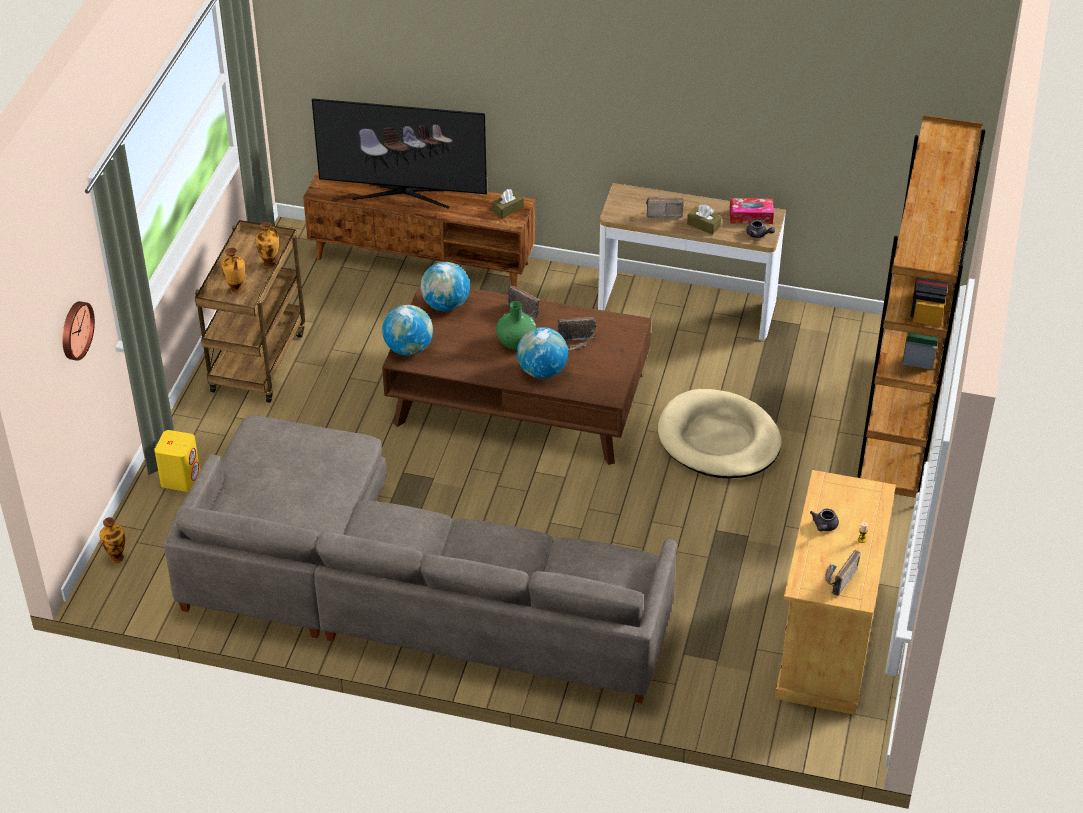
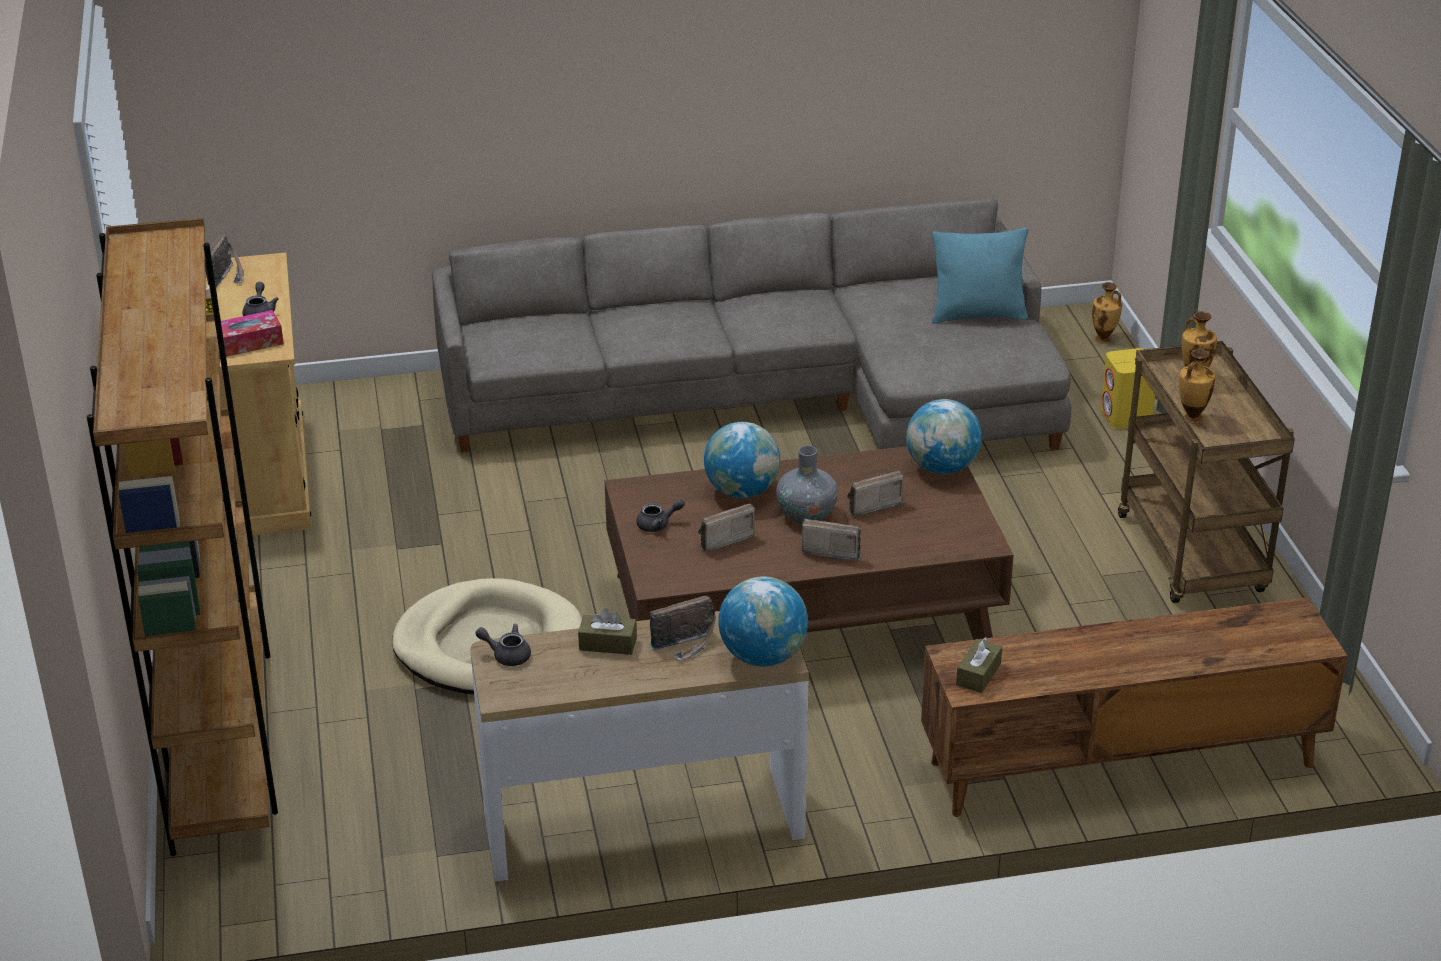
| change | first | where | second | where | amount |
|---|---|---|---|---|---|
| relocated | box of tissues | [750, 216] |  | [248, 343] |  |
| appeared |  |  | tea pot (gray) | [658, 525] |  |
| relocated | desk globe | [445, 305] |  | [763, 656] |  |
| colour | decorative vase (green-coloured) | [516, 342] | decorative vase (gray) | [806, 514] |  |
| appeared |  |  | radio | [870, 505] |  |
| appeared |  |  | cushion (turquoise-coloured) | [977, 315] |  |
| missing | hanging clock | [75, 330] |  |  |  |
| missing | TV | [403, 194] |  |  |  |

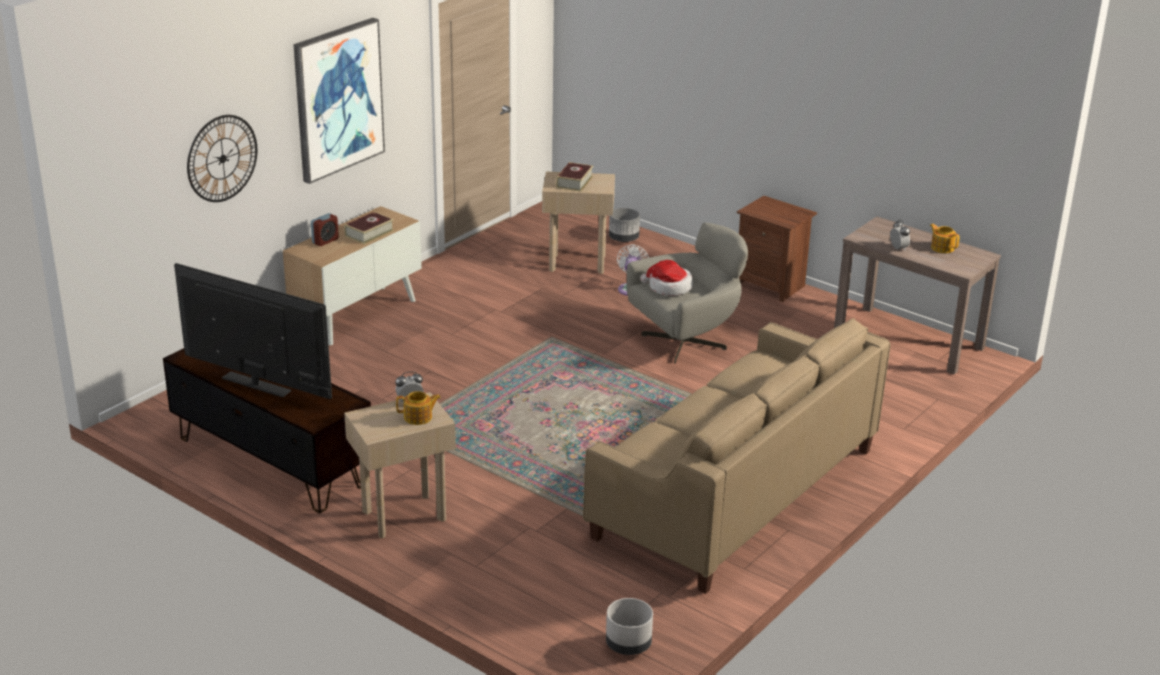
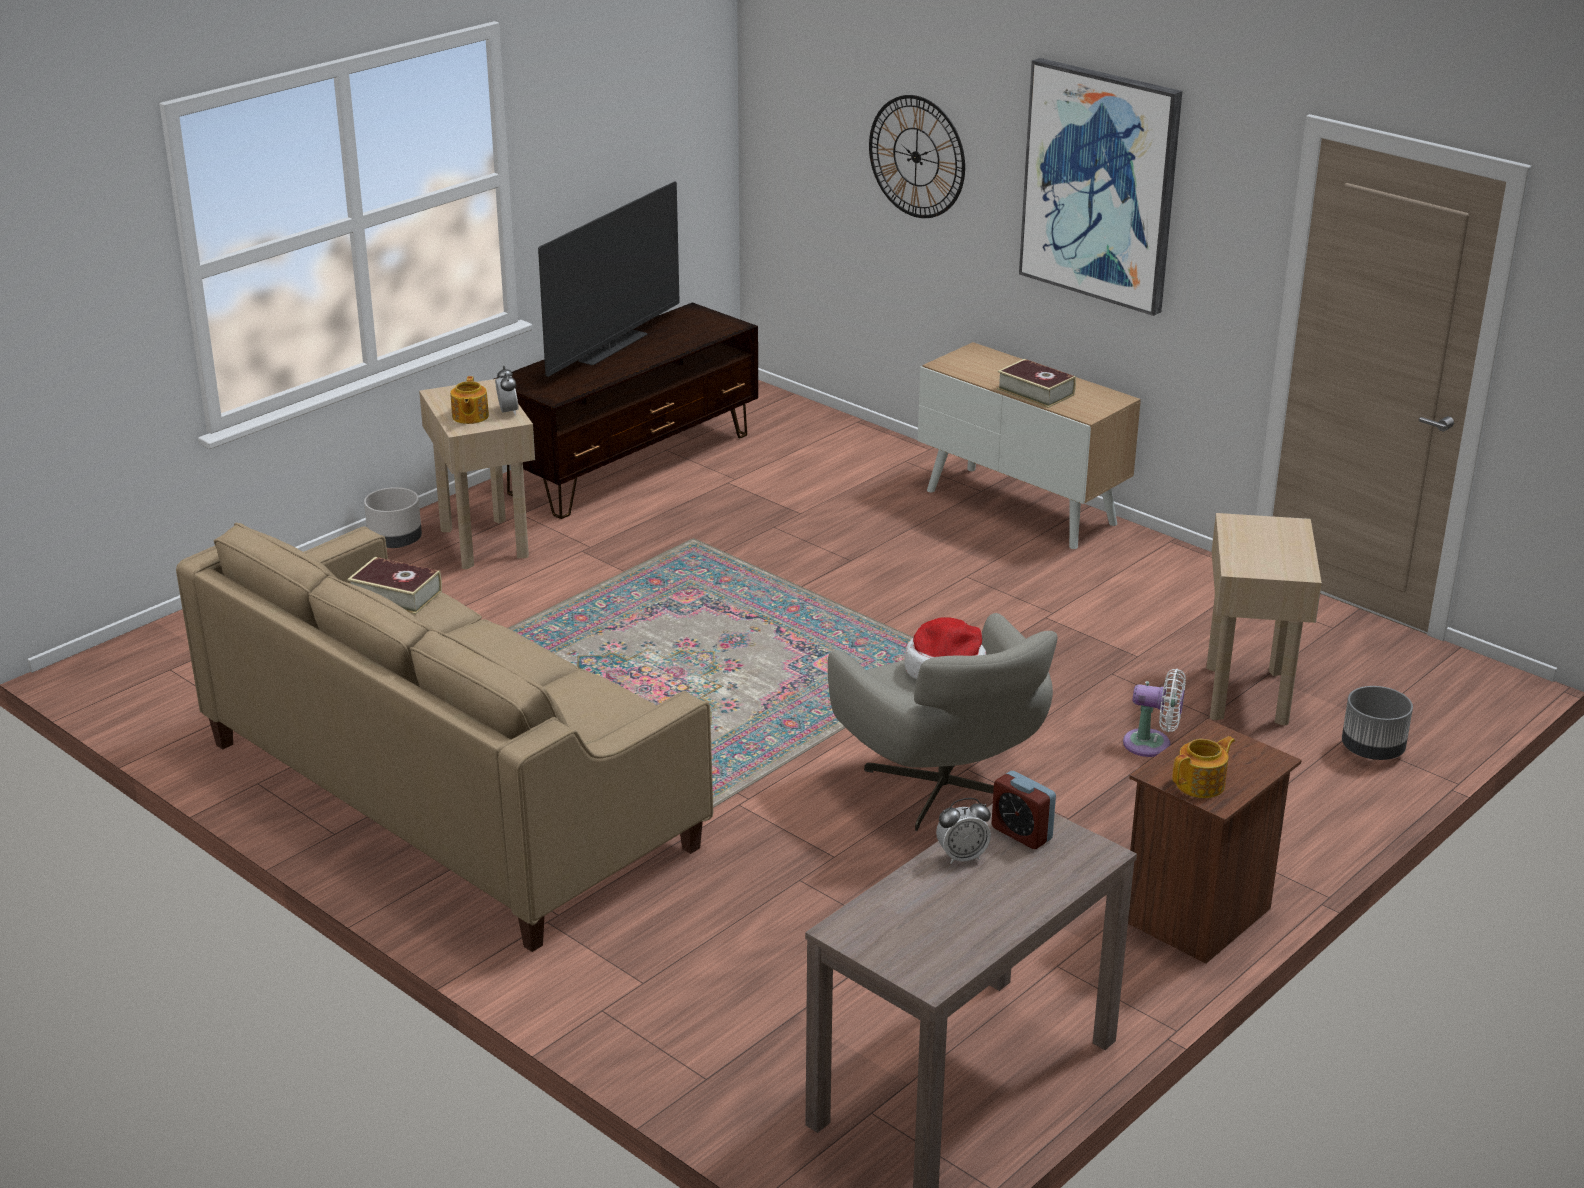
| change | first | where | second | where | amount |
|---|---|---|---|---|---|
| relocated | bound book | [574, 182] |  | [396, 595] |  |
| relocated | flower pot (gray) | [628, 645] |  | [395, 542] |  |
| relocated | bedside clock | [325, 241] |  | [1021, 833] |  |
| relocated | tea pot | [942, 248] |  | [1201, 784] |  |

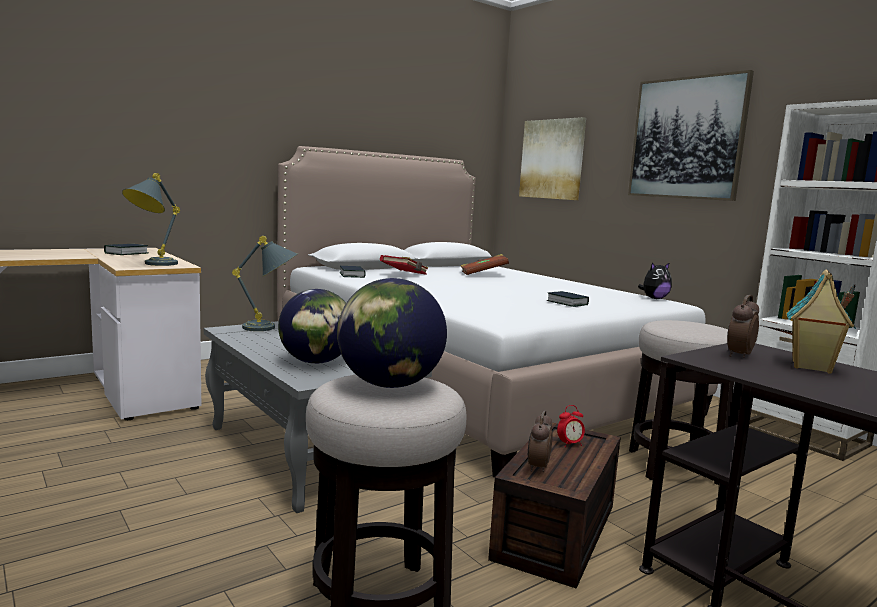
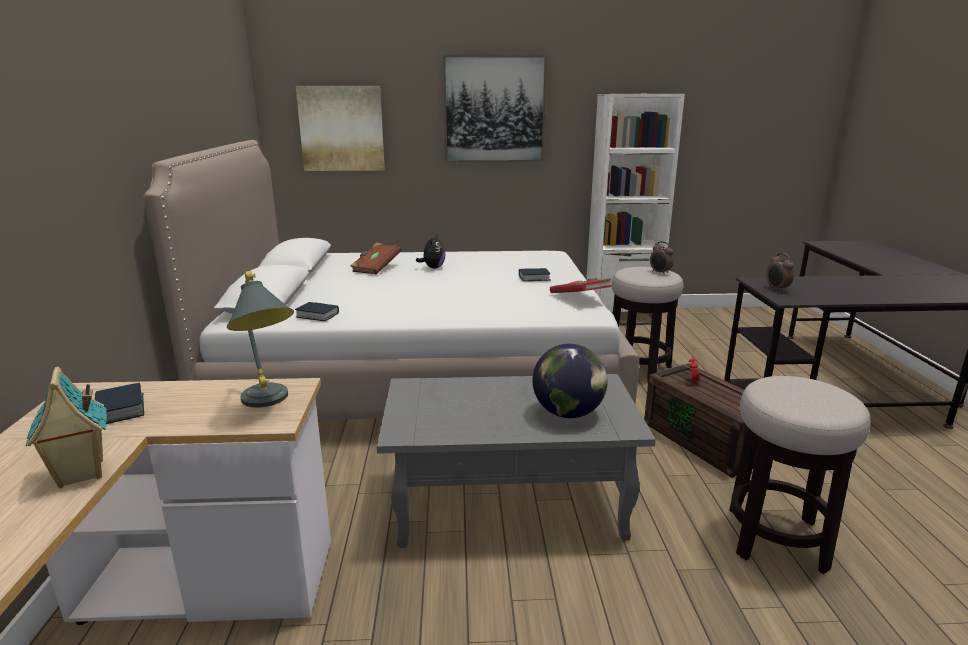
| change | first | where | second | where | amount |
|---|---|---|---|---|---|
| relocated | toy house | [811, 367] |  | [80, 475] |  |
| relocated | plush toy | [654, 298] |  | [433, 267] |  |
| relocated | bound book (red-coloured) | [404, 275] |  | [580, 297] |  |
| relocated | bedside clock | [537, 467] |  | [660, 273] |  |
| missing | tabletop lamp (gray) | [271, 328] |  |  |  |
| missing | desk globe | [389, 385] |  |  |  |

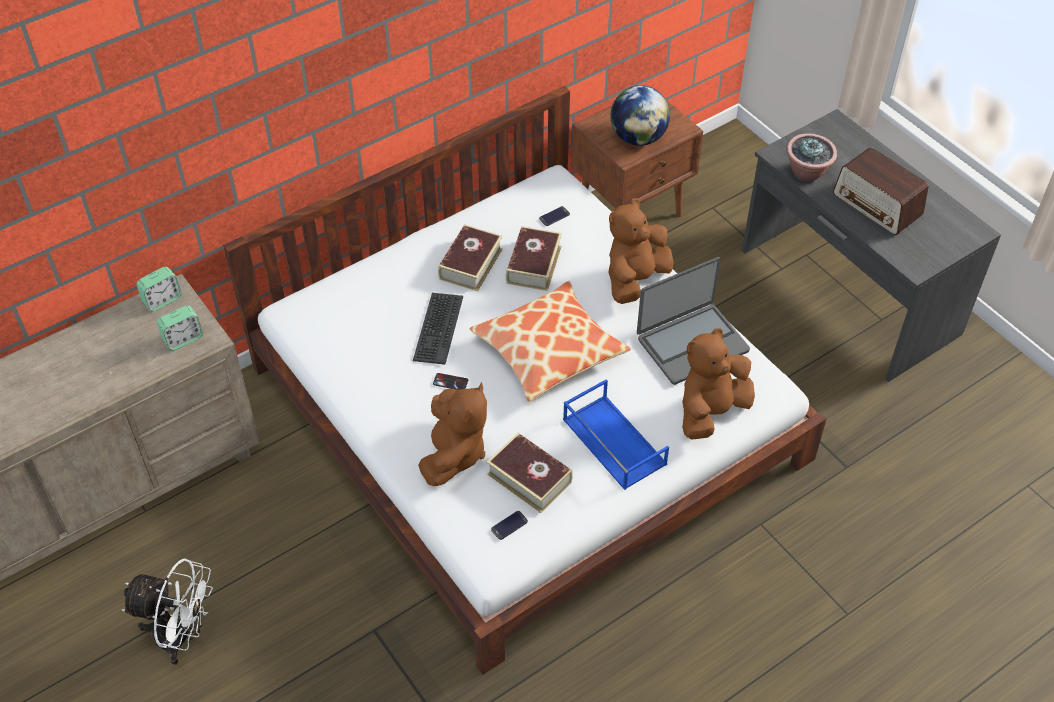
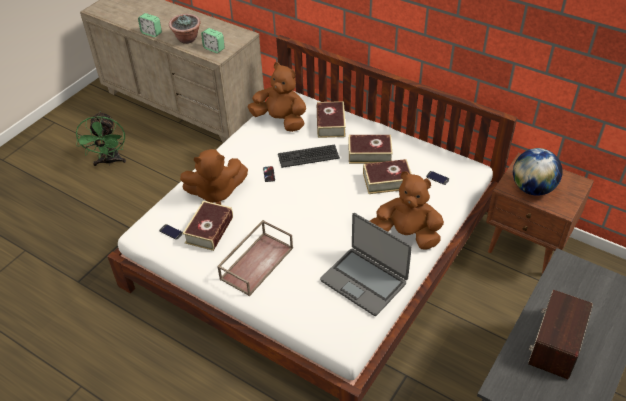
| change | first | where | second | where | amount |
|---|---|---|---|---|---|
| colour | cooling fan (whitish) | [181, 637] | cooling fan (green-coloured) | [110, 161] |  |
| relocated | bedside clock | [162, 300] |  | [151, 33] |  |
| relocated | houseplant | [807, 173] |  | [187, 39] |  |
| colour | serving tray (blue-coloured) | [612, 441] | serving tray (brown-coloured) | [256, 262] |  |
| relocated | plush toy (brown-coloured) | [711, 411] |  | [280, 120] |  |
| appeared |  |  | bound book | [330, 124] |  |
| missing | cushion | [549, 350] |  |  |  |

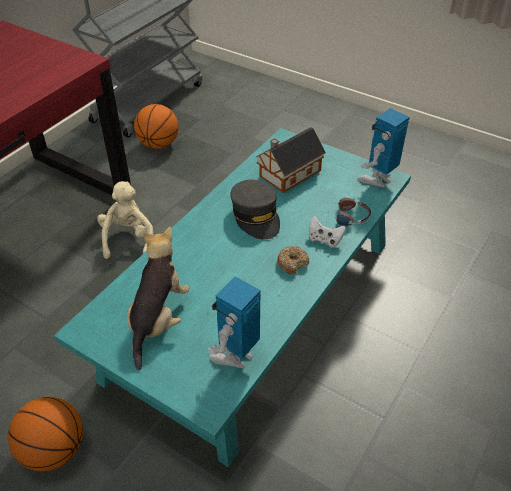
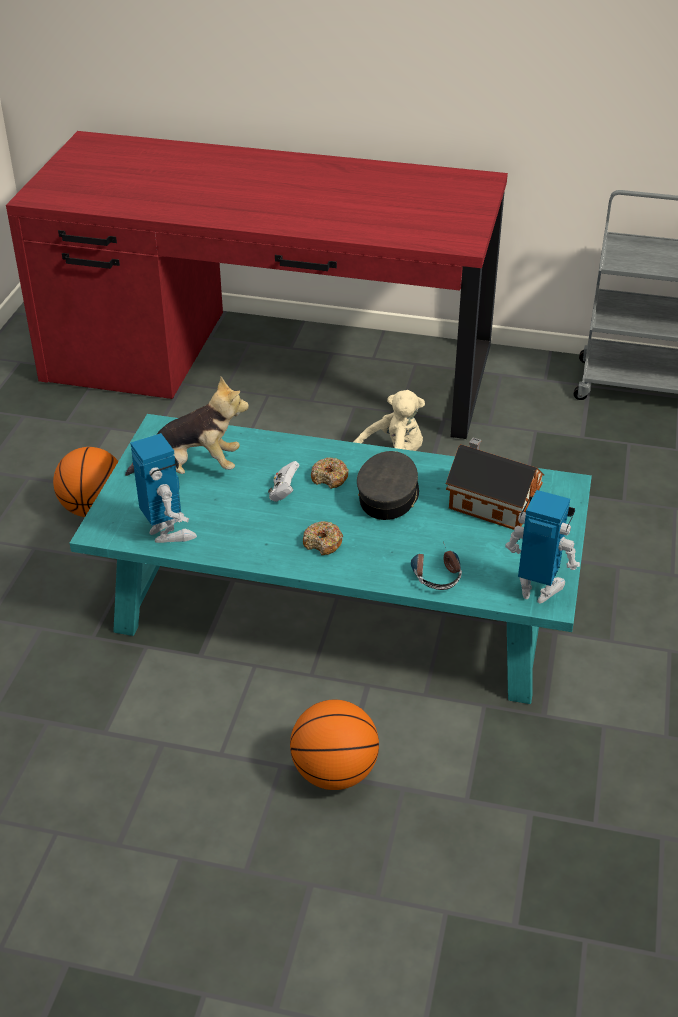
| change | first | where | second | where | amount |
|---|---|---|---|---|---|
| spun | model robot | [235, 355] |  | [168, 532] | 45 degrees clockwise |
| relocated | gamepad (whitish) | [324, 240] |  | [283, 492] |  |
| relocated | basketball | [158, 144] |  | [334, 772] |  |
| appeared |  |  | donut | [329, 478] |  |
| spun | baseball cap (gray) | [256, 216] |  | [388, 496] | 150 degrees clockwise |

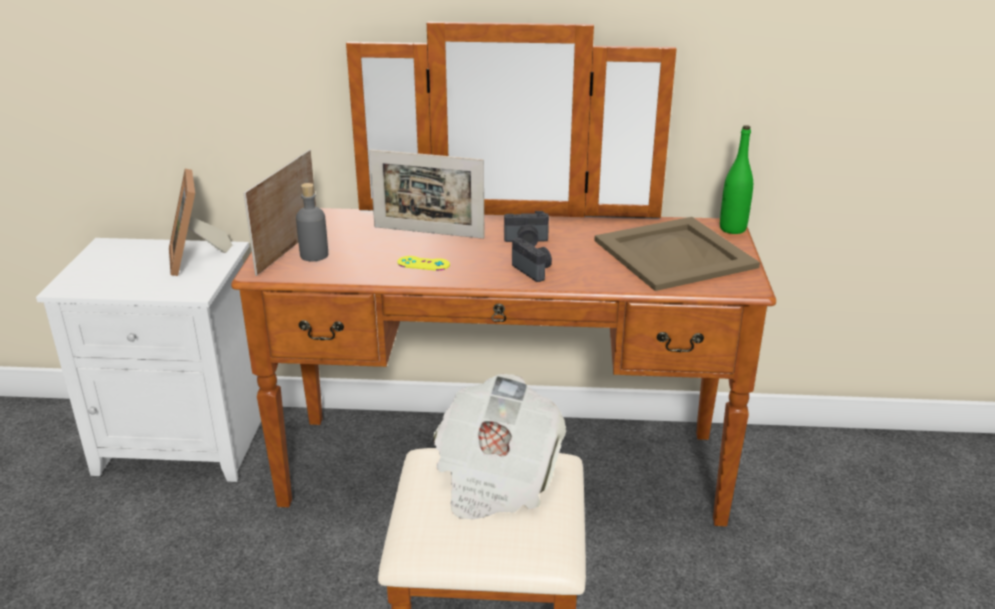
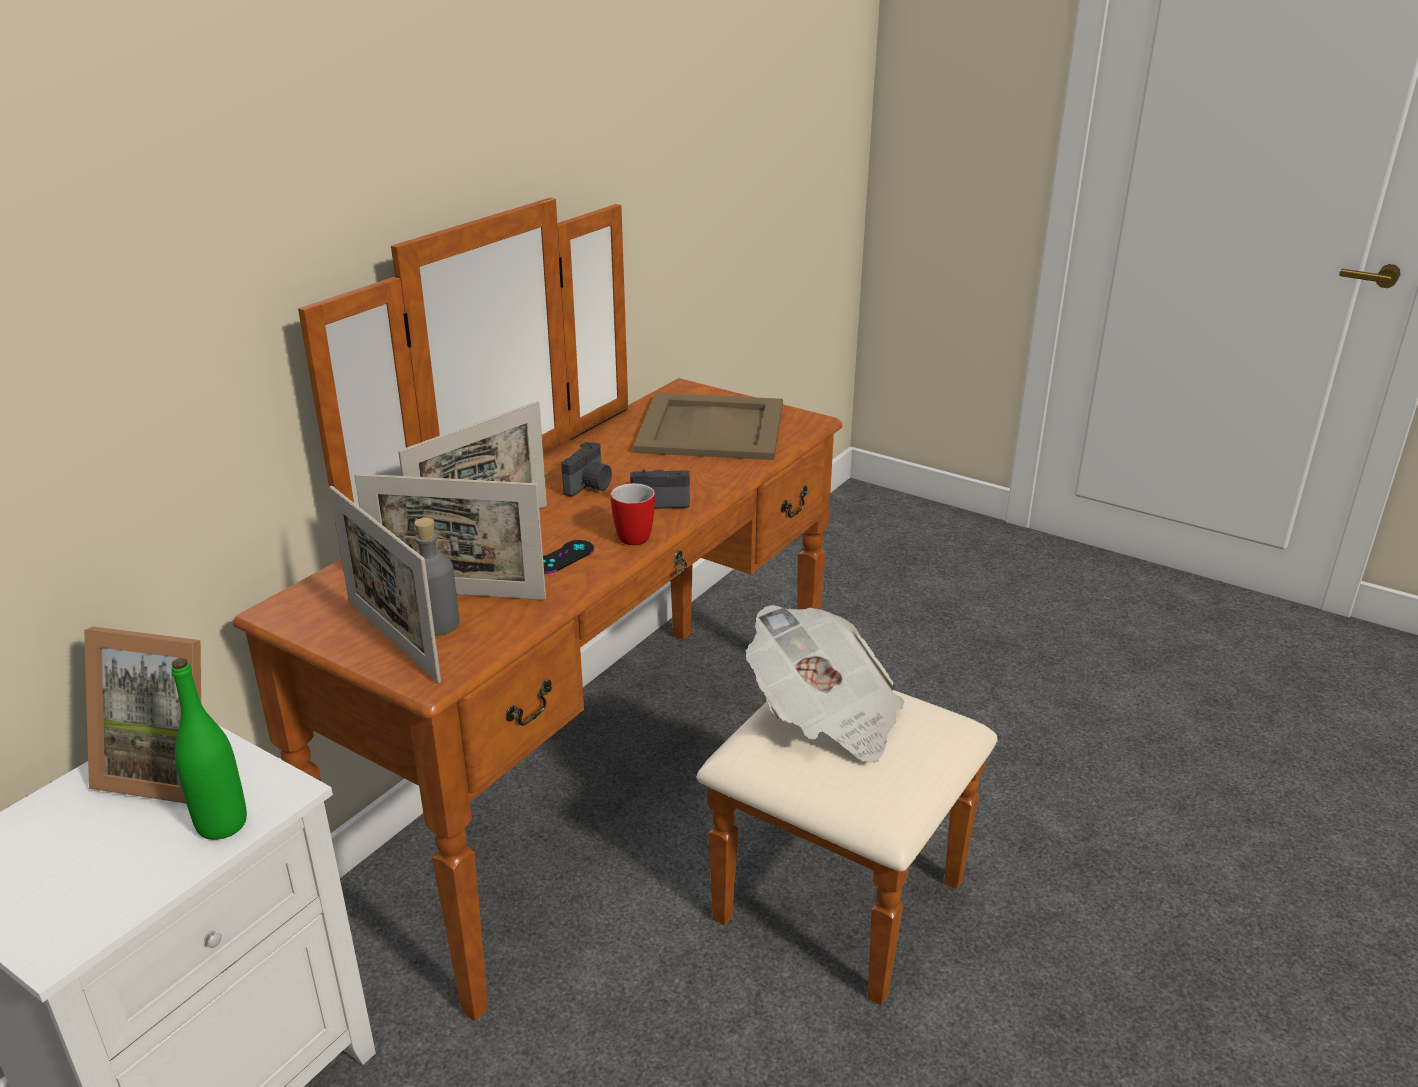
| change | first | where | second | where | amount |
|---|---|---|---|---|---|
| relocated | beverage bottle (green-coloured) | [732, 229] |  | [222, 824] |  |
| appeared |  |  | standing frame | [458, 593] |  |
| colour | gamepad (yellow-coloured) | [423, 264] | gamepad (blackish) | [562, 557] |  |
| appeared |  |  | mug | [632, 534] |  |

